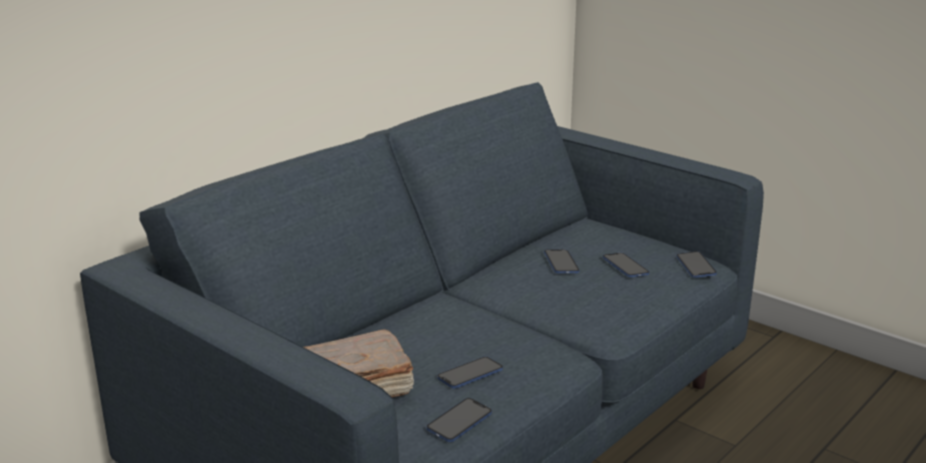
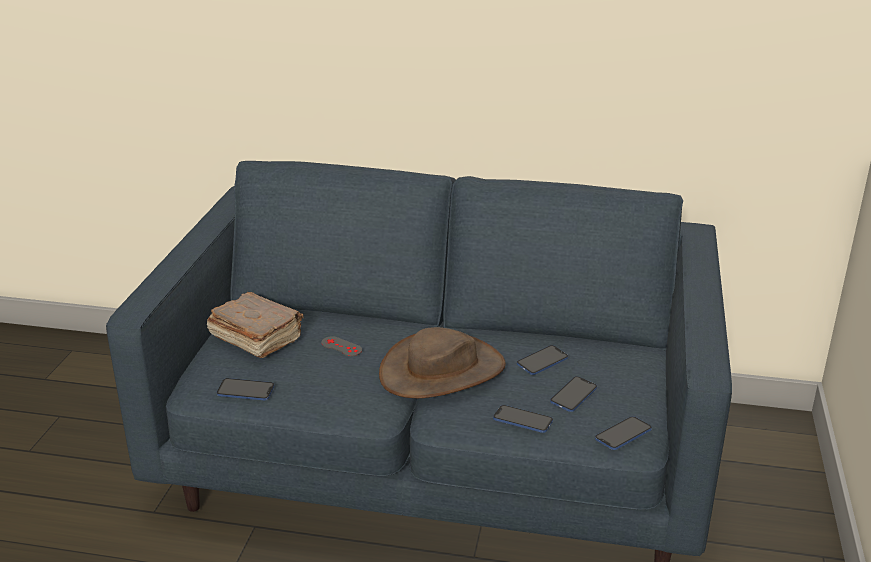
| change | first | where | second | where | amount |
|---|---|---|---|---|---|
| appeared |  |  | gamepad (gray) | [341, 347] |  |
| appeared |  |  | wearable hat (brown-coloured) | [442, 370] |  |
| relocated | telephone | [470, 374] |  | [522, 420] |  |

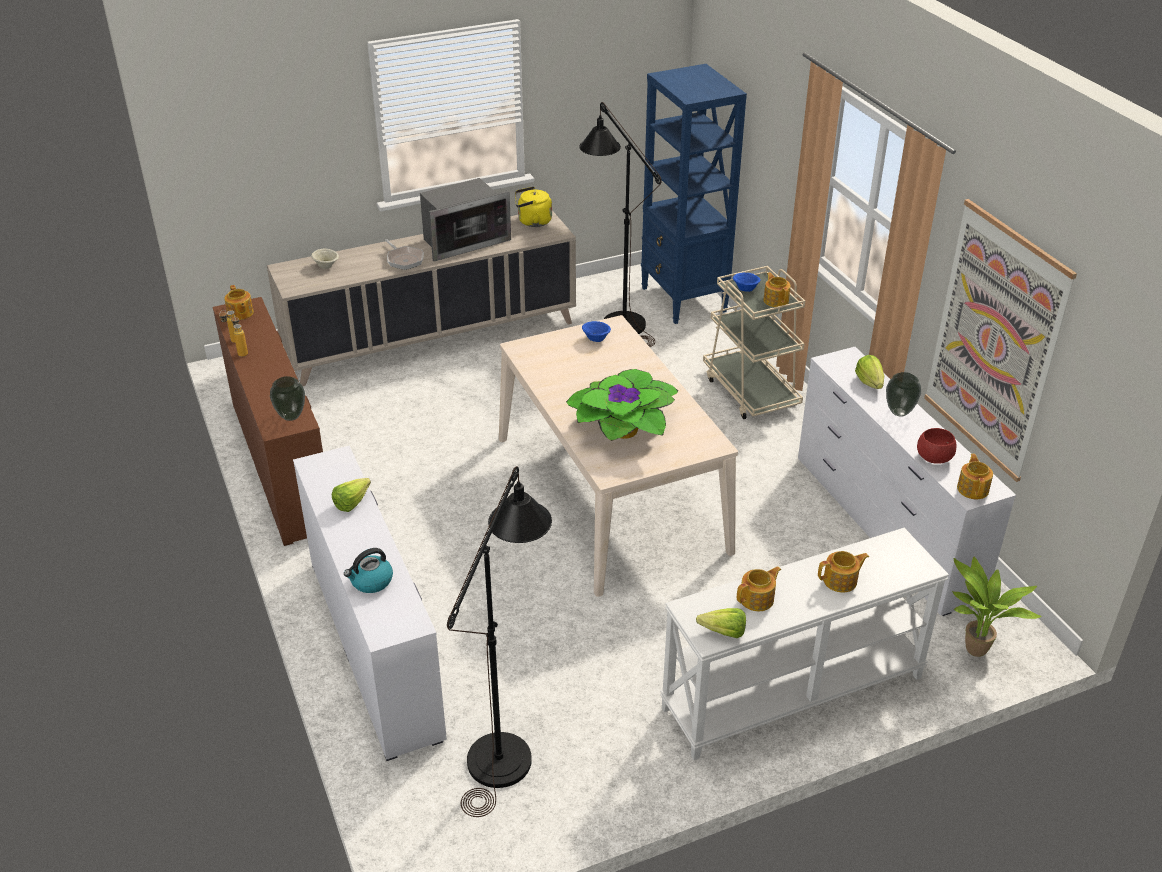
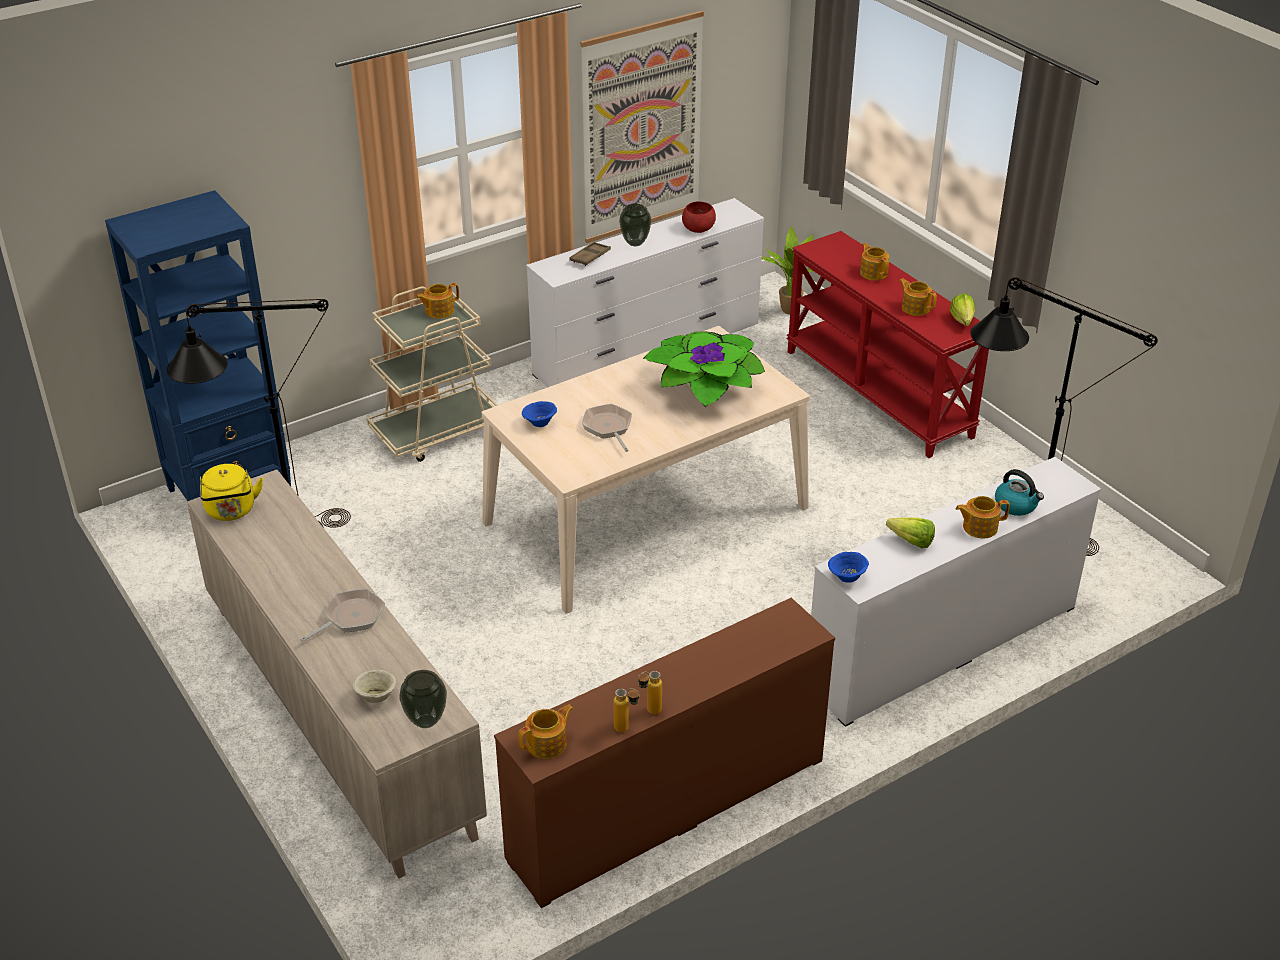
| change | first | where | second | where | amount |
|---|---|---|---|---|---|
| relocated | decorative vase | [290, 416] |  | [426, 722] |  |
| exchanged | lettuce | [869, 382] | serving tray (brown-coloured) | [590, 257] |  |
| appeared |  |  | frying pan | [608, 428] |  |
| colour | hall table (whitish) | [793, 694] | hall table (red-coloured) | [879, 393] |  |
| relocated | deep dish (blue-coloured) | [745, 289] |  | [847, 578] |  |
| relocated | tea pot | [973, 489] |  | [979, 527] |  |
| missing | microwave | [463, 241] |  |  |  |

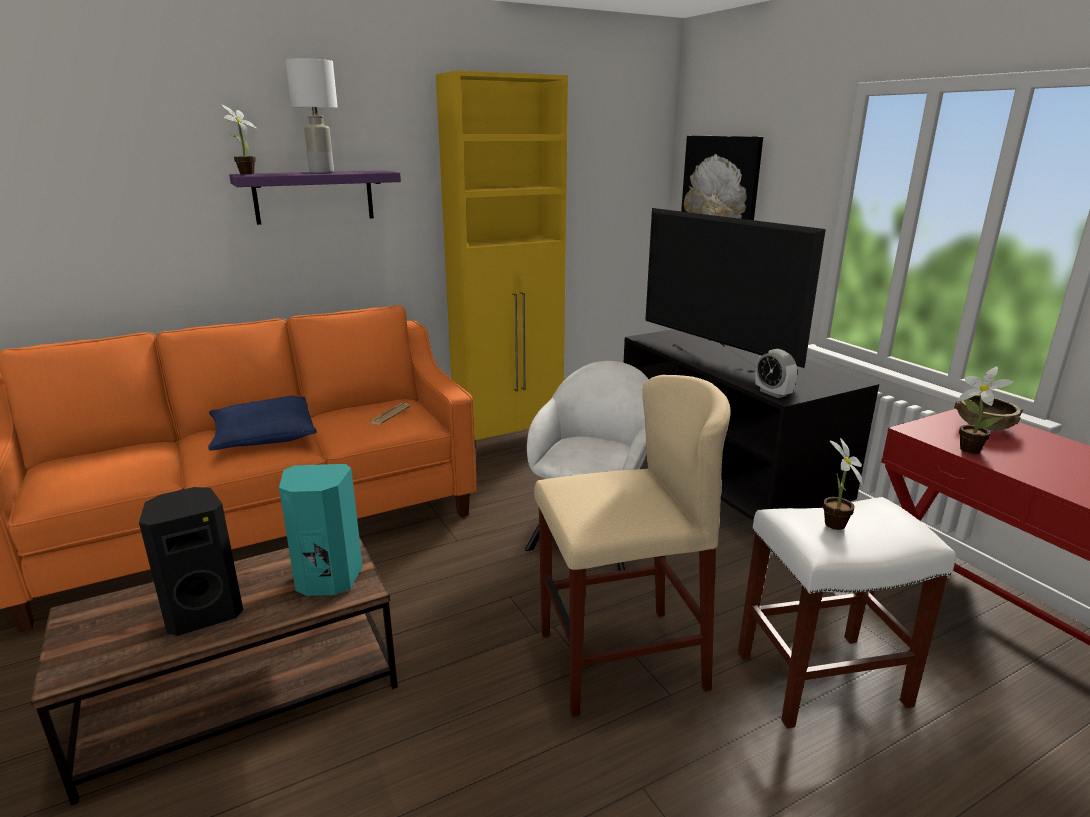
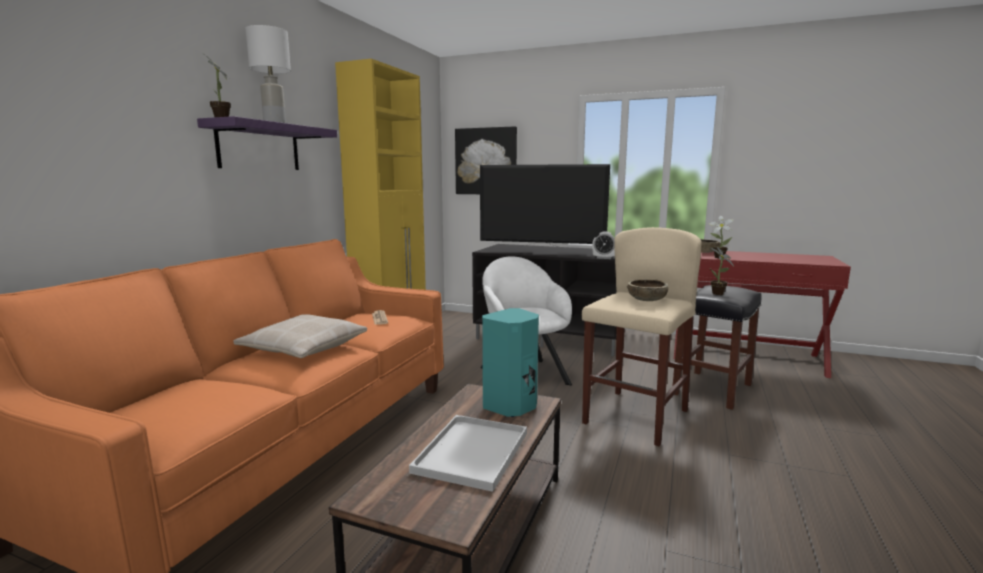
| change | first | where | second | where | amount |
|---|---|---|---|---|---|
| colour | cushion (blue-coloured) | [263, 435] | cushion (sand-coloured) | [303, 349] |  |
| exchanged | audio speaker (blackish) | [204, 612] | serving tray (whitish) | [472, 450] |  |
| appeared |  |  | deep dish (brown-coloured) | [646, 300] |  |
| colour | stool (whitish) | [822, 678] | stool (blackish) | [712, 388] |  |

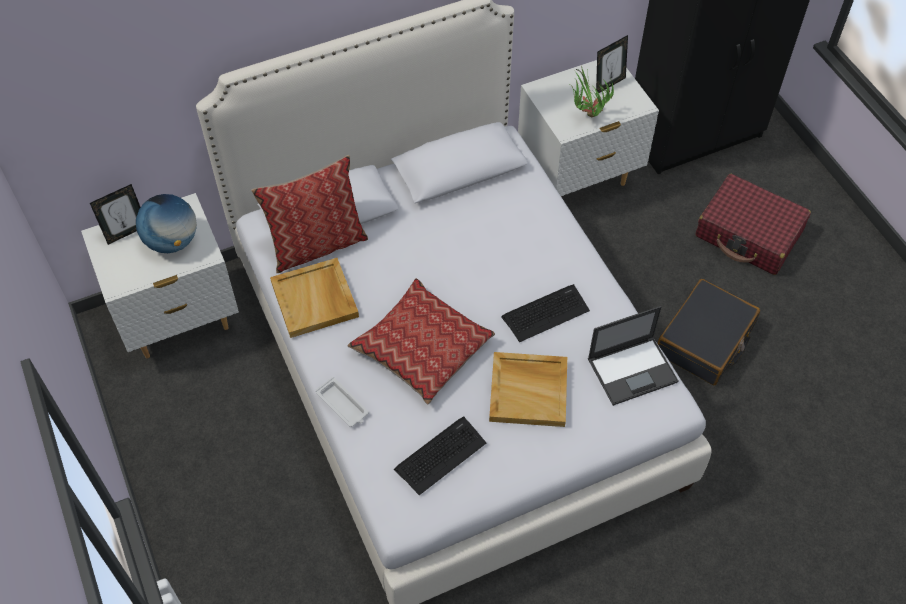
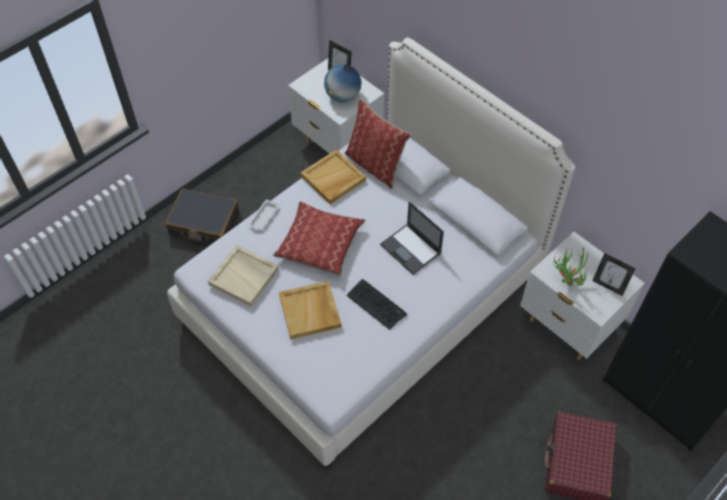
| change | first | where | second | where | amount |
|---|---|---|---|---|---|
| relocated | piece of luggage (blackish) | [705, 340] |  | [204, 224] |  |
| exchanged | computer keyboard | [440, 455] | serving tray (sand-coloured) | [244, 276] |  |
| relocated | portable computer | [633, 370] |  | [411, 249] |  |

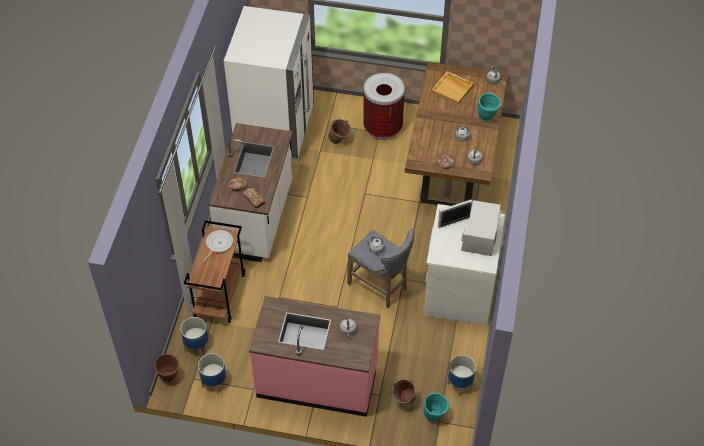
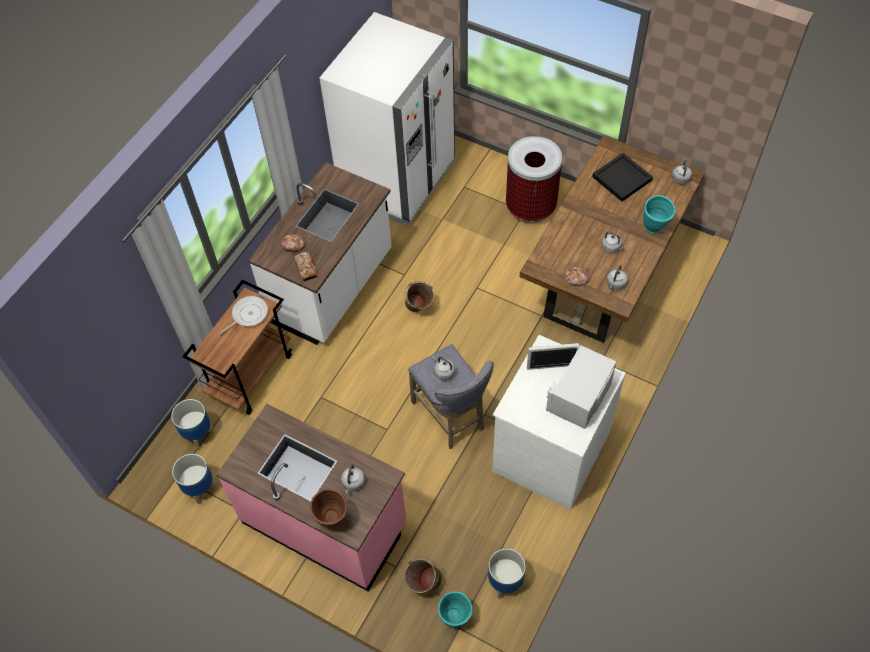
| change | first | where | second | where | amount |
|---|---|---|---|---|---|
| relocated | decorative vase (brown-coloured) | [170, 378] |  | [333, 522] |  |
| relocated | bucket (green-coloured) | [339, 141] |  | [419, 309] |  |
| colour | serving tray (sand-coloured) | [452, 89] | serving tray (blackish) | [622, 178] |  |

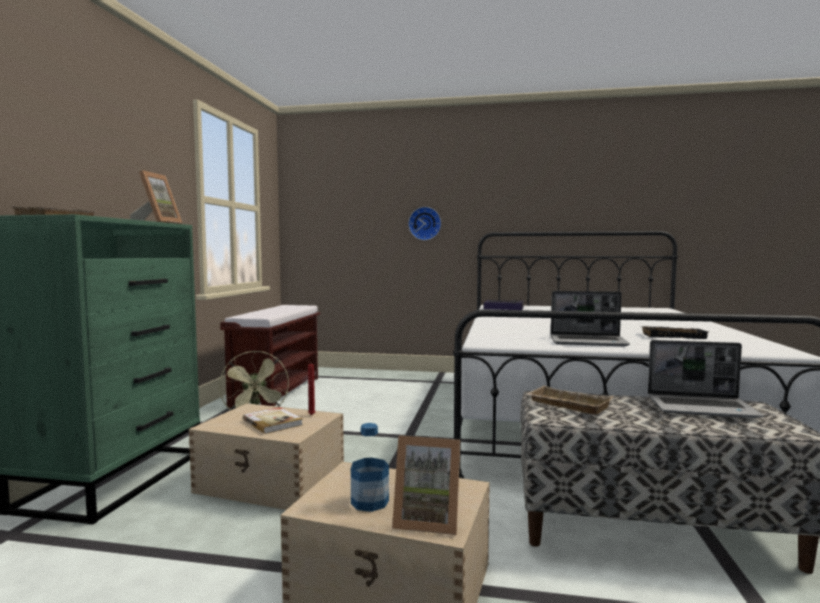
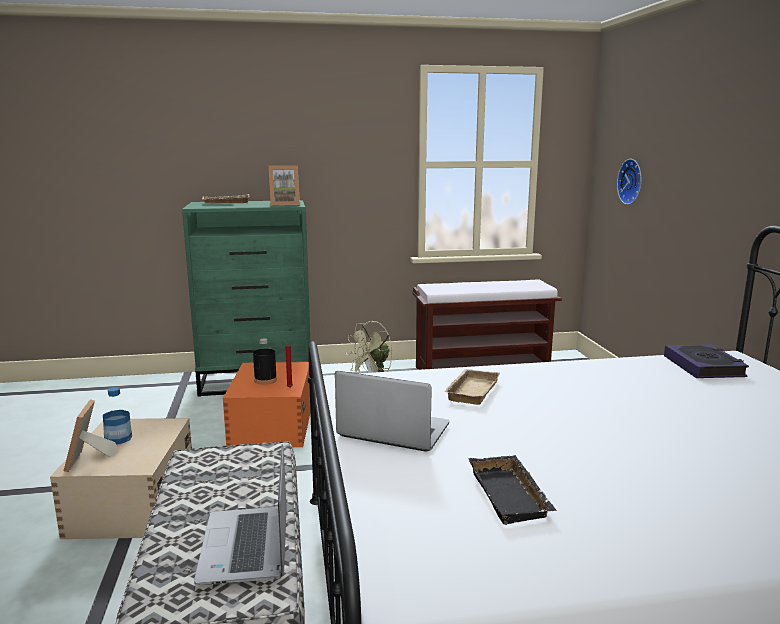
| change | first | where | second | where | amount |
|---|---|---|---|---|---|
| colour | storage box (sand-coloured) | [271, 482] | storage box (orange-coloured) | [271, 426] |  |
| exchanged | bound book | [273, 422] | beverage bottle (blackish) | [265, 380] |  |
| spun | portable computer | [588, 342] |  | [392, 431] | 120 degrees clockwise |
| relocated | serving tray (sand-coloured) | [566, 405] |  | [470, 390] |  |
| relocated | hanging clock | [425, 223] |  | [632, 181] |  |

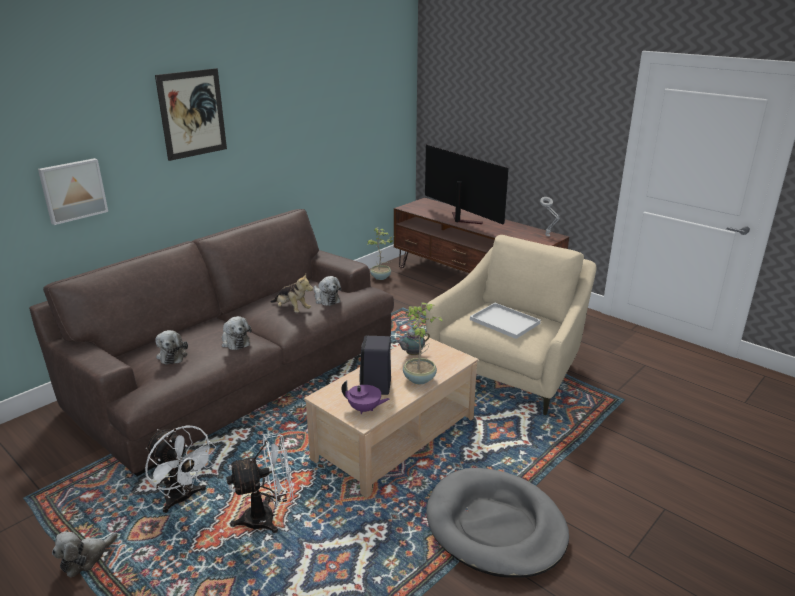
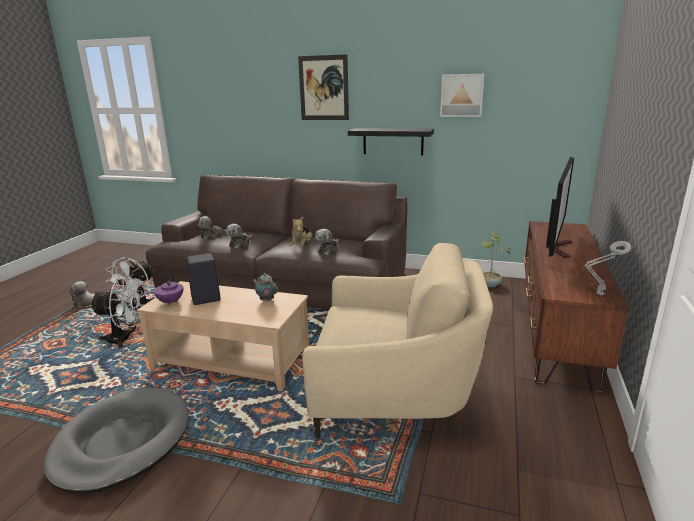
| change | first | where | second | where | amount |
|---|---|---|---|---|---|
| spun | cooling fan (whitish) | [268, 517] |  | [125, 339] | 45 degrees counterclockwise |
| appeared |  |  | bracket shelf (blackish) | [393, 141] |  |
| relocated | picture | [73, 190] |  | [461, 95] |  |
| missing | houseplant | [420, 378] |  |  |  |
| missing | serving tray (whitish) | [506, 322] |  |  |  |

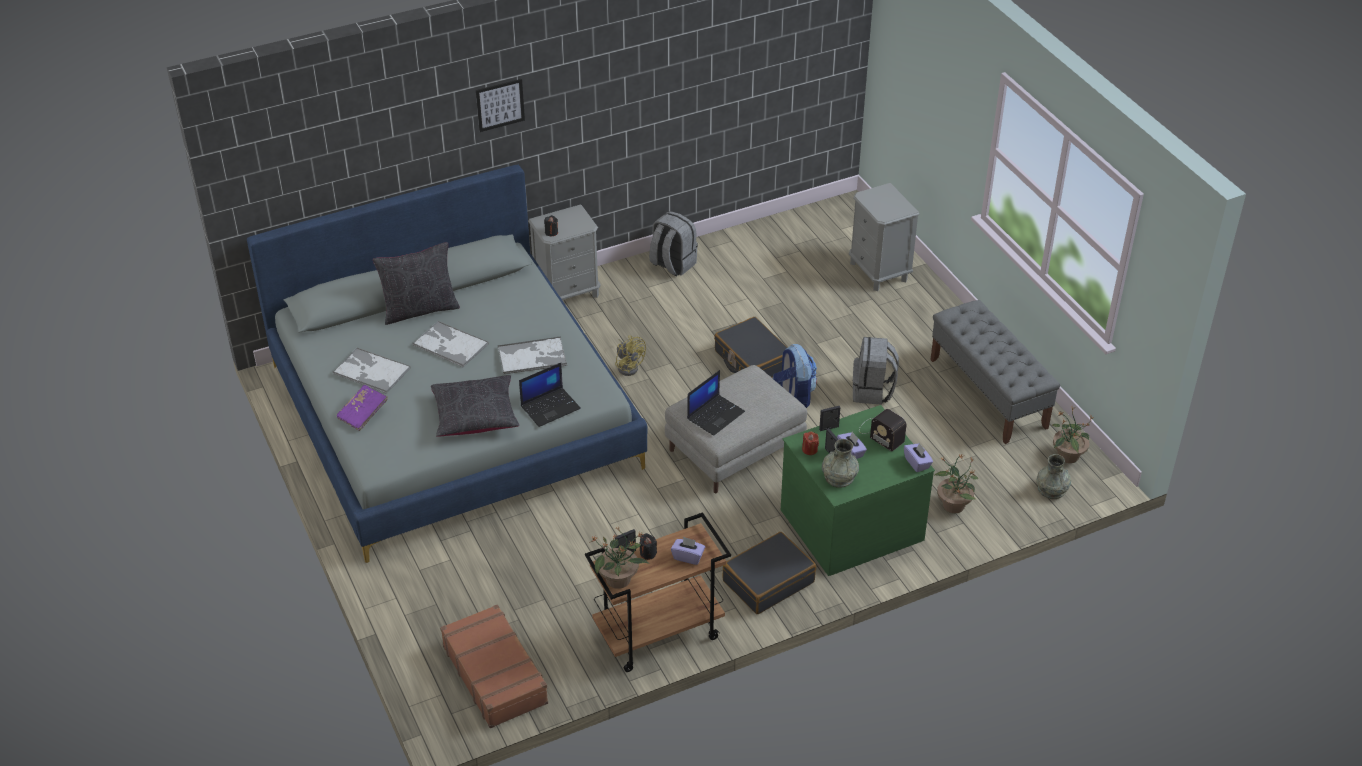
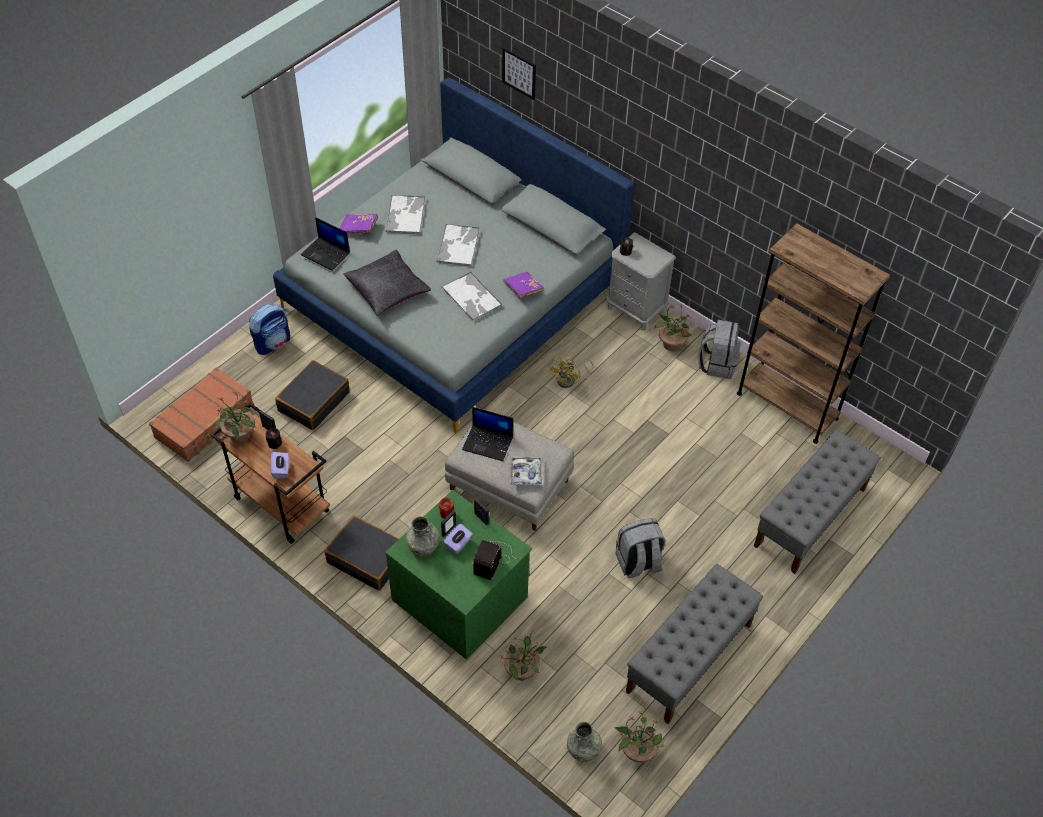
| change | first | where | second | where | amount |
|---|---|---|---|---|---|
| relocated | knapsack | [794, 395] |  | [273, 343] |  |
| relocated | piece of luggage (blackish) | [752, 360] |  | [313, 401] |  |
| relocated | portable computer | [550, 407] |  | [326, 254] |  |
| relocated | picture | [500, 105] |  | [519, 73] |  |
| appeared |  |  | bound book (purple-coloured) | [523, 290] |  |
| appeared |  |  | serving tray | [526, 474] |  |
| appeared |  |  | houseplant | [671, 344] |  |
| appeared |  |  | bookshelf (brown-coloured) | [787, 406] |  |
| exchanged | nightstand (gray) | [879, 272] | bench (gray) | [810, 518] |  |
| missing | cushion (blackish) | [419, 309] |  |  |  |
| missing | box of tissues (purple-coloured) | [917, 463] |  |  |  |

